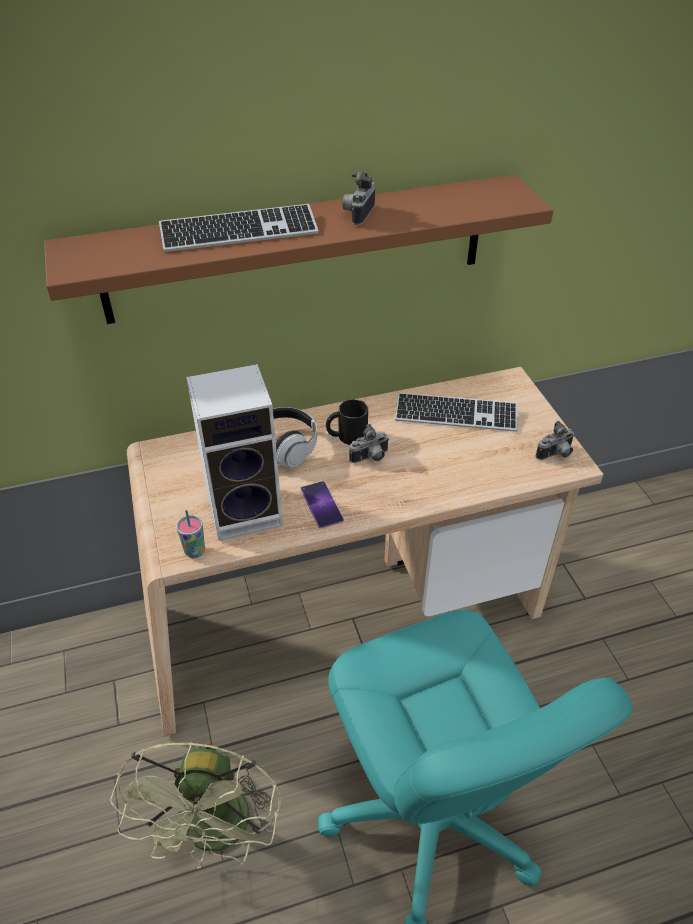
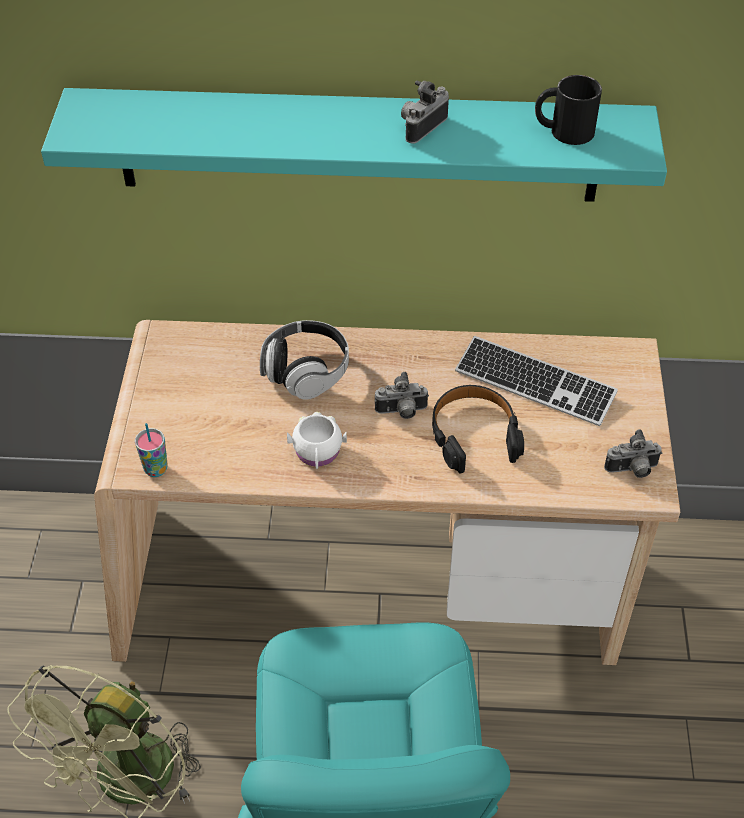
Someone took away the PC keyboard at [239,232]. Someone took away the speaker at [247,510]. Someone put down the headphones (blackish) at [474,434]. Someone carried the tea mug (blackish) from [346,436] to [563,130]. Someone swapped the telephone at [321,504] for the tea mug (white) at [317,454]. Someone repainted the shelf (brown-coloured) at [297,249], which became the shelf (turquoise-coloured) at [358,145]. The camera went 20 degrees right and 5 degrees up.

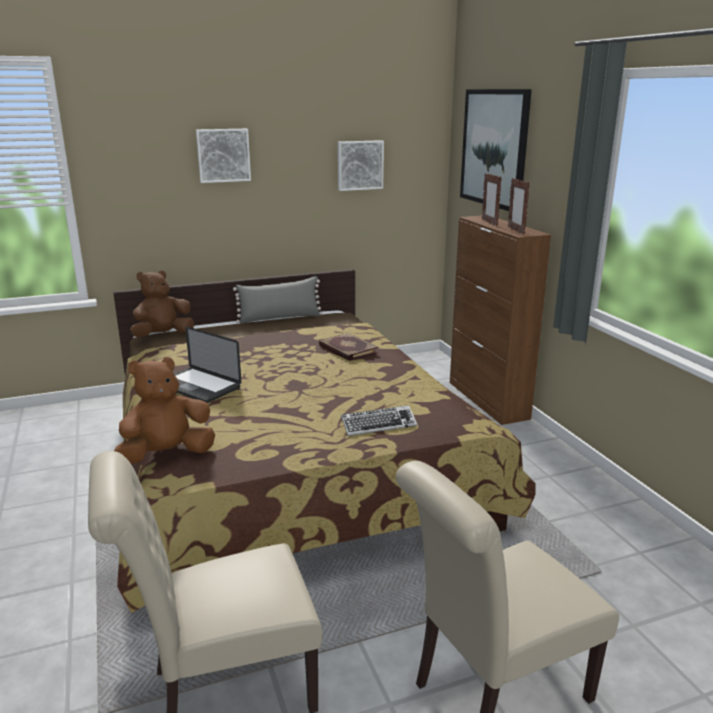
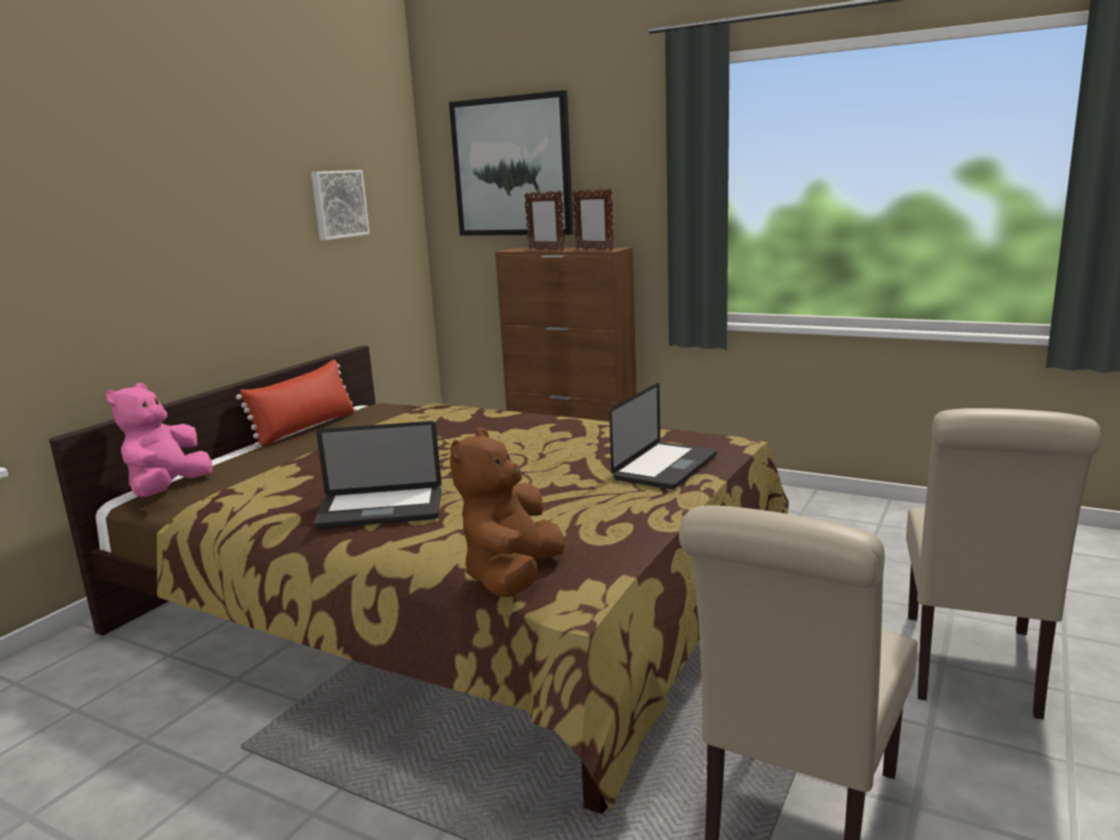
Someone took away the picture at [223,155]. Someone took away the volume at [347,349]. Someone swapped the PC keyboard at [378,425] for the portable computer at [665,467]. Someone repainted the plush toy (brown-coloured) at [163,335], which became the plush toy (pink) at [168,490]. Someone repainted the pillow (gray) at [280,318], which became the pillow (red-coloured) at [305,428]. The camera went 40 degrees left and 5 degrees down.

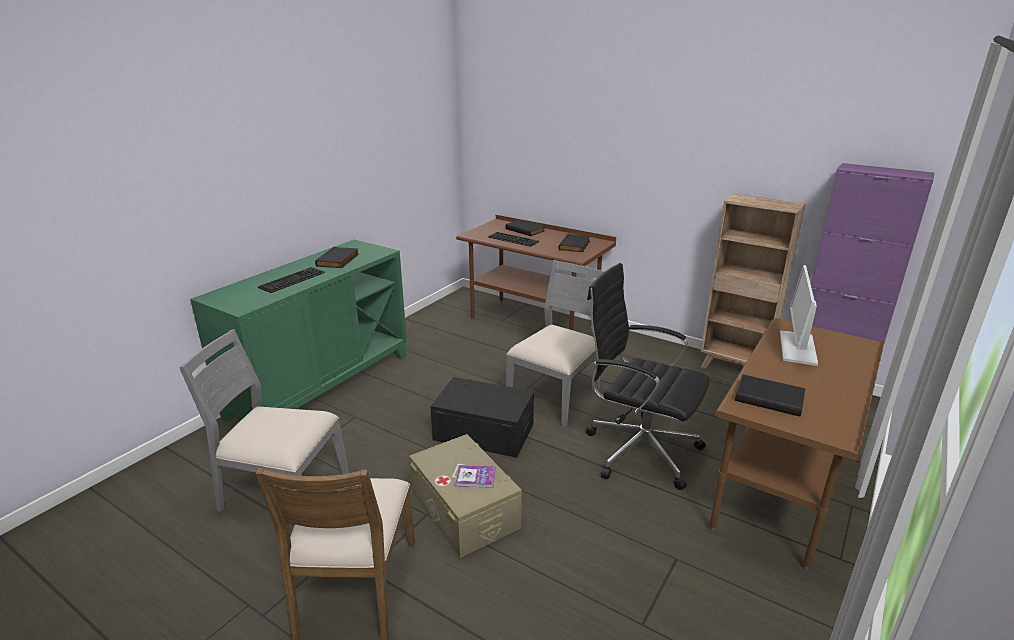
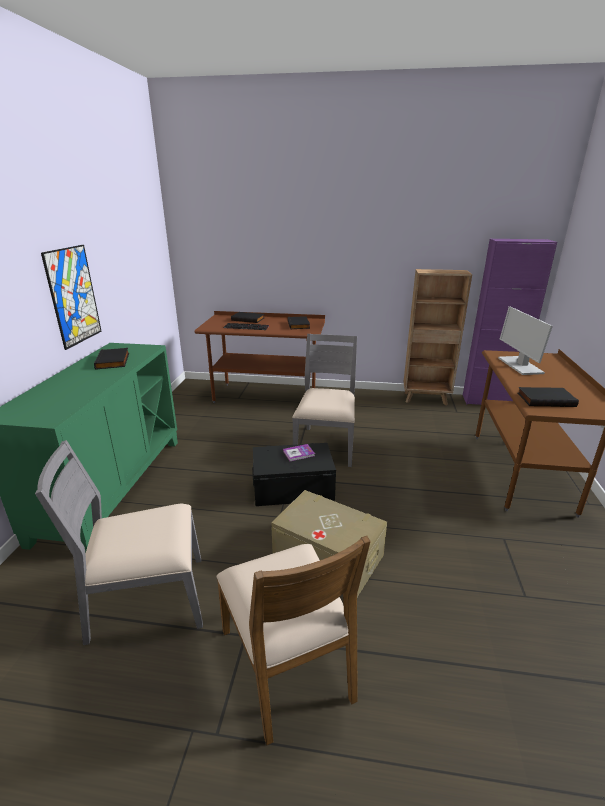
Someone took away the PC keyboard at [292,279]. Someone took away the desk chair (blackish) at [638,450]. Someone put up the picture at [73,296]. Someone carried the volume from [475,477] to [298,453]. The camera went 25 degrees left and 0 degrees up.

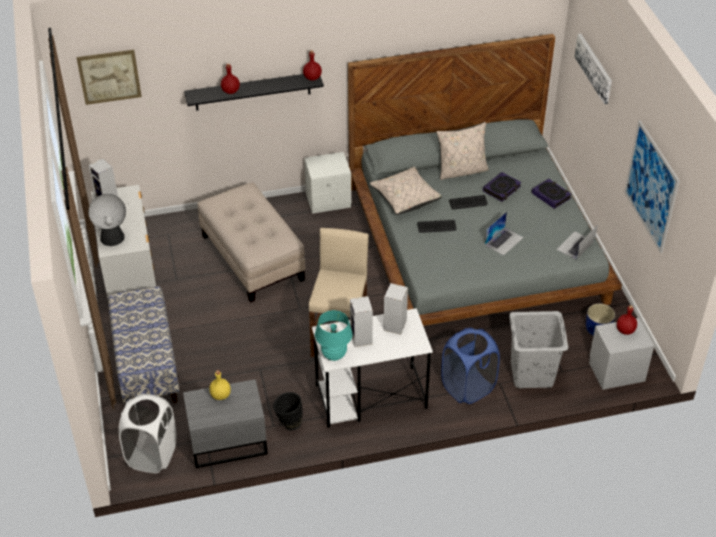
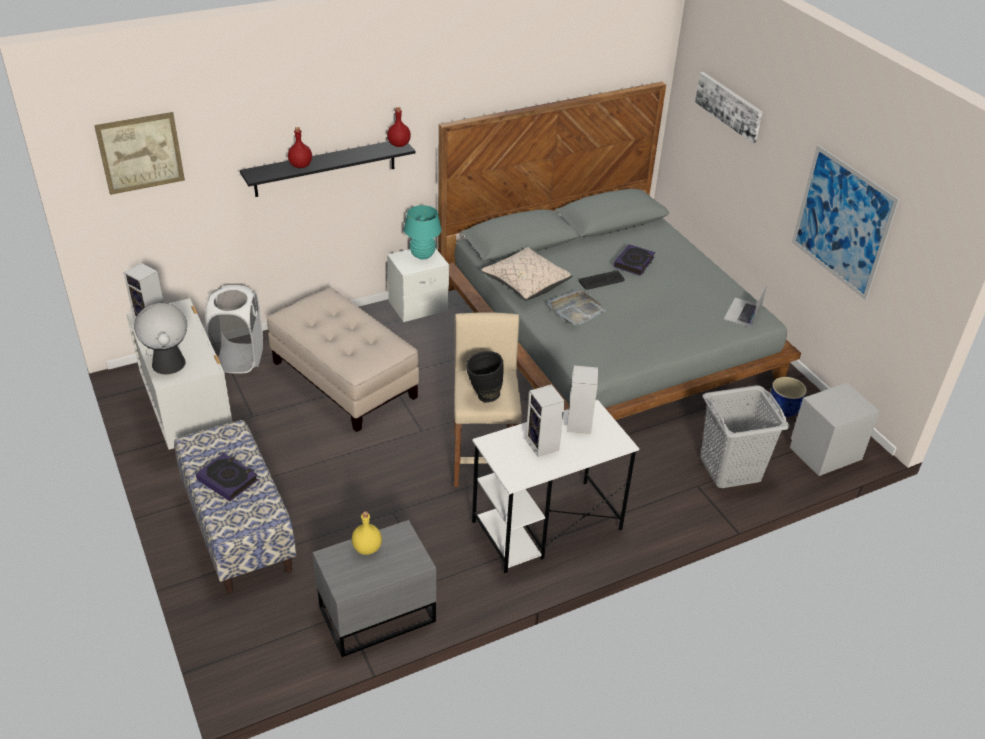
Someone took away the pillow (beige-coloured) at [461,171]. Someone took away the hamper (blue-coloured) at [468,387]. Someone took away the portable computer at [504,241]. Someone took away the bottle (red-coloured) at [625,330]. Someone carried the hamper (white) from [152,454] to [239,358]. Someone carried the flower vase (blackish) from [288,424] to [483,396]. Someone carried the lamp for a table (turquoise-coloured) from [334,355] to [422,255]. Someone carried the volume from [551,195] to [227,480]. Someone swapped the PC keyboard at [436,227] for the serving tray (gray) at [576,310]. The camera went 15 degrees left and 5 degrees down.

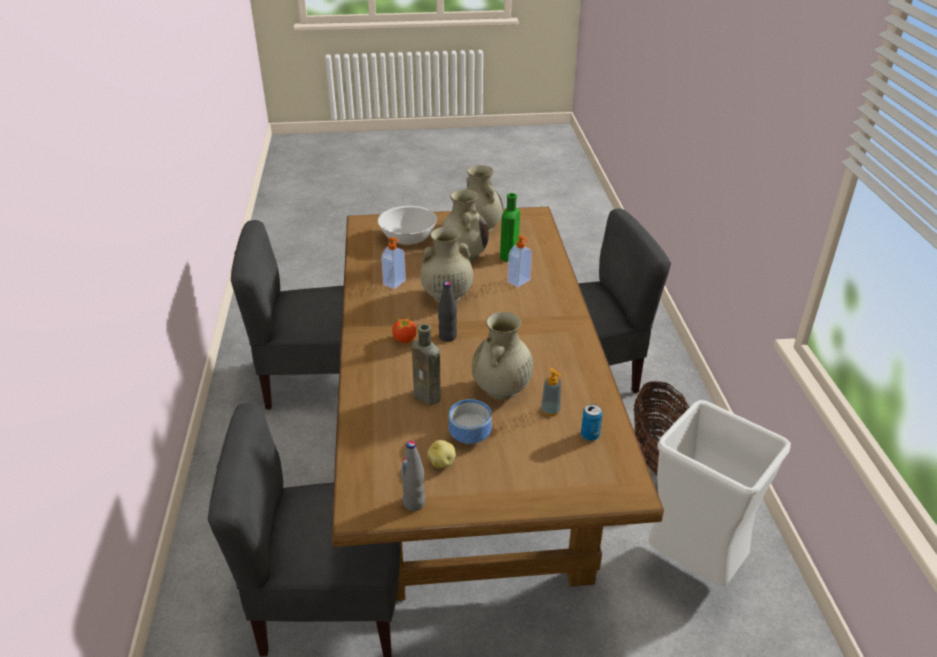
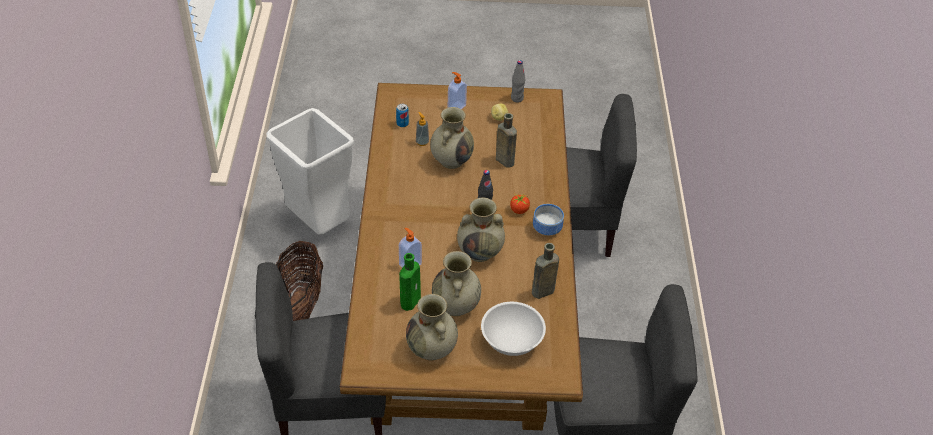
Someone put down the bottle (brown-coloured) at [541,292]. Someone carried the soap dispenser from [395,283] to [456,107]. Someone carried the bowl from [468,434] to [548,229]. The camera went 175 degrees left and 10 degrees up.

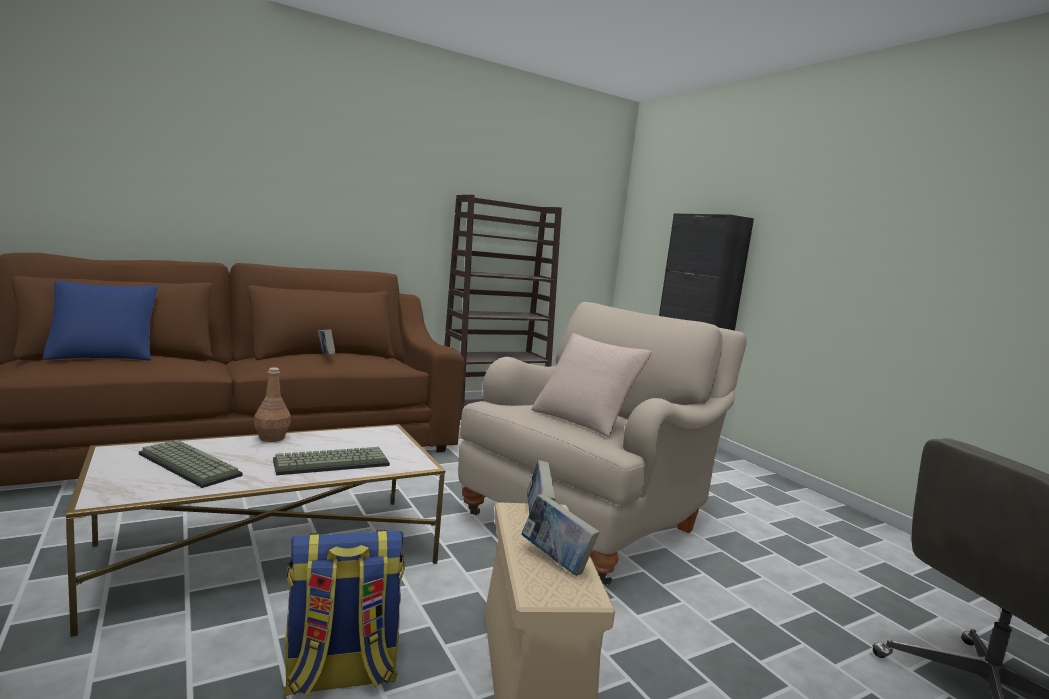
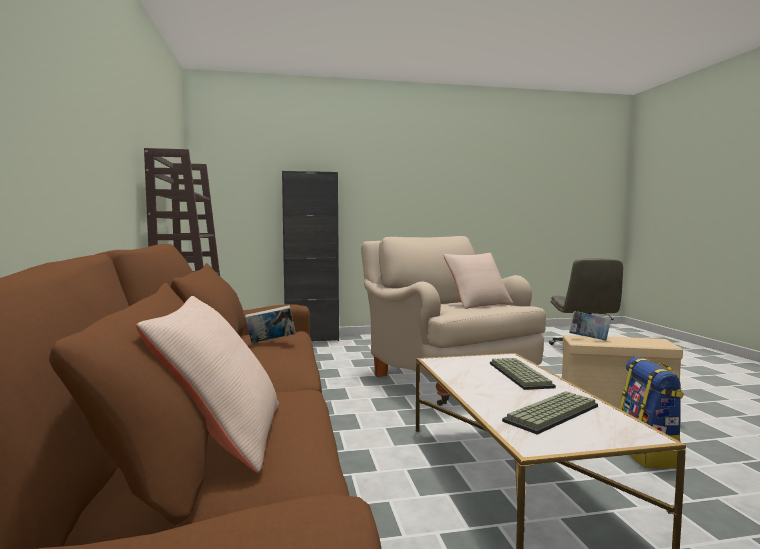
Someone took away the bottle (brown-coloured) at [271,438]. Someone took away the volume at [555,561]. Someone repainted the pillow (blue-coloured) at [104,355], which became the pillow (beige-coloured) at [222,436]. The camera went 70 degrees left and 5 degrees down.

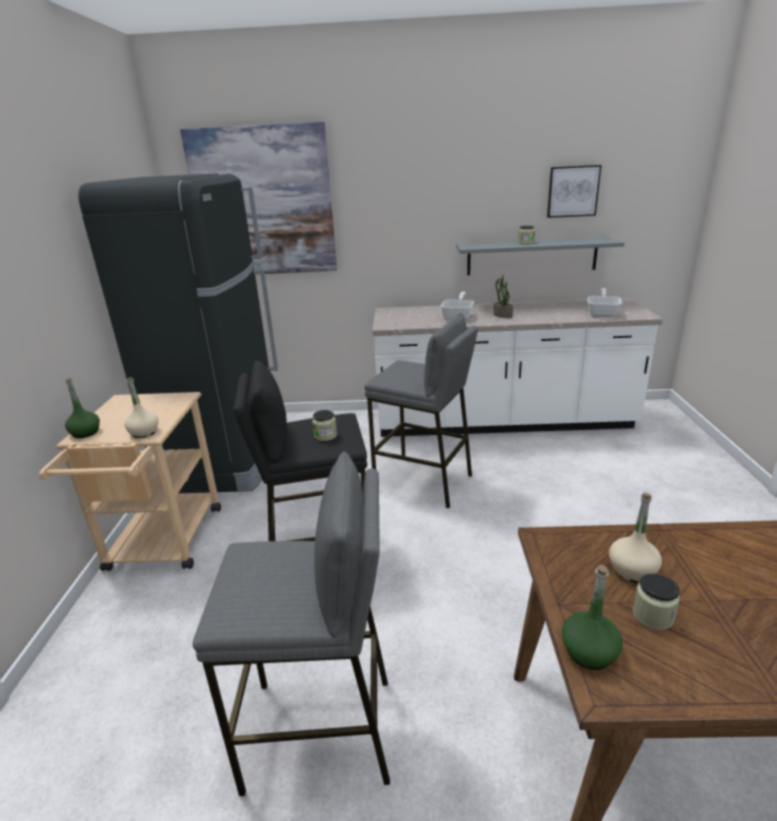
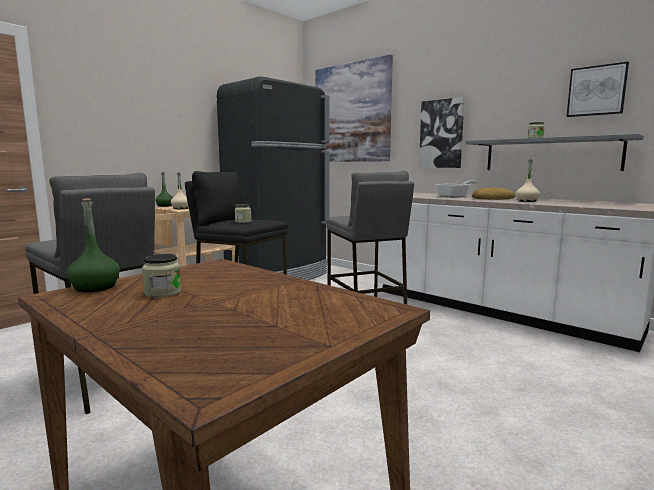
Someone took away the pan at [603,313]. Someone put up the picture at [441,134]. Someone carried the bottle (beige-coloured) from [632,570] to [527,201]. Someone swapped the plant in a pot at [502,315] for the bread at [492,199]. The camera went 40 degrees right and 15 degrees down.

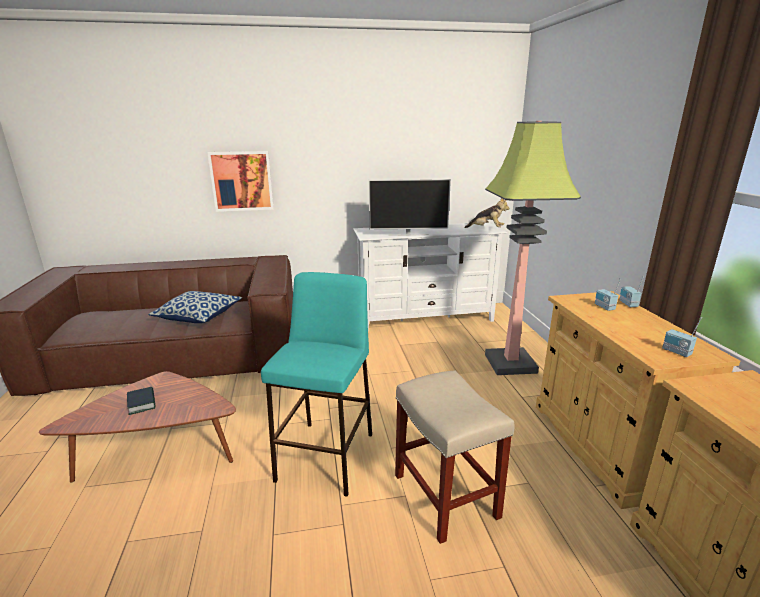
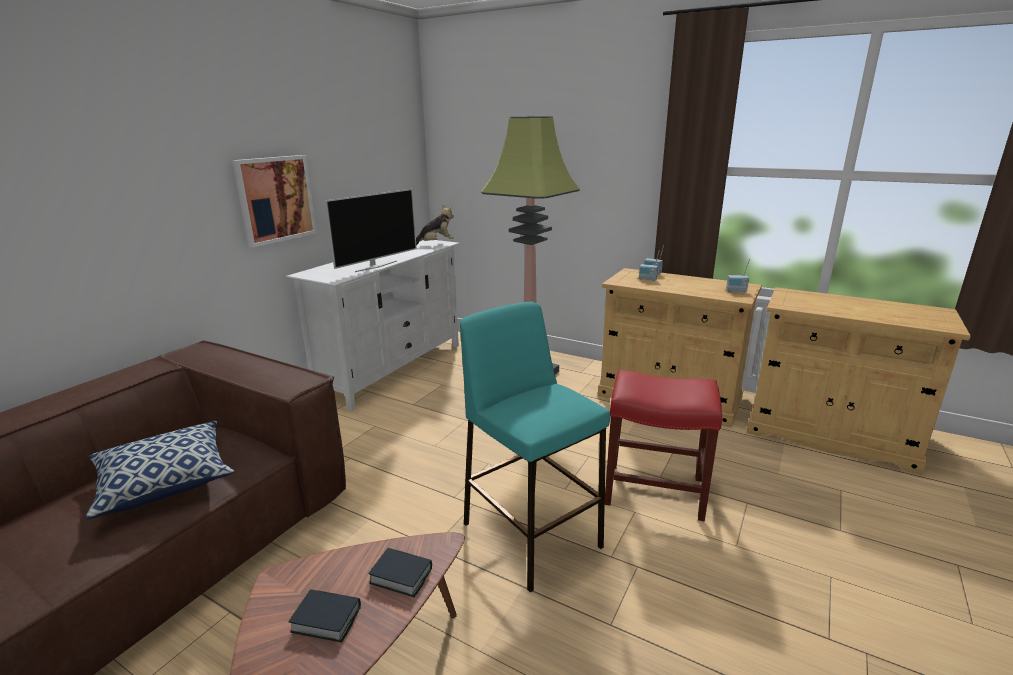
Someone put down the volume at [401,576]. Someone carried the picture from [242,181] to [275,199]. Someone repainted the stool seat (beige-coloured) at [446,496], which became the stool seat (red-coloured) at [656,491]. The camera went 50 degrees left and 0 degrees up.

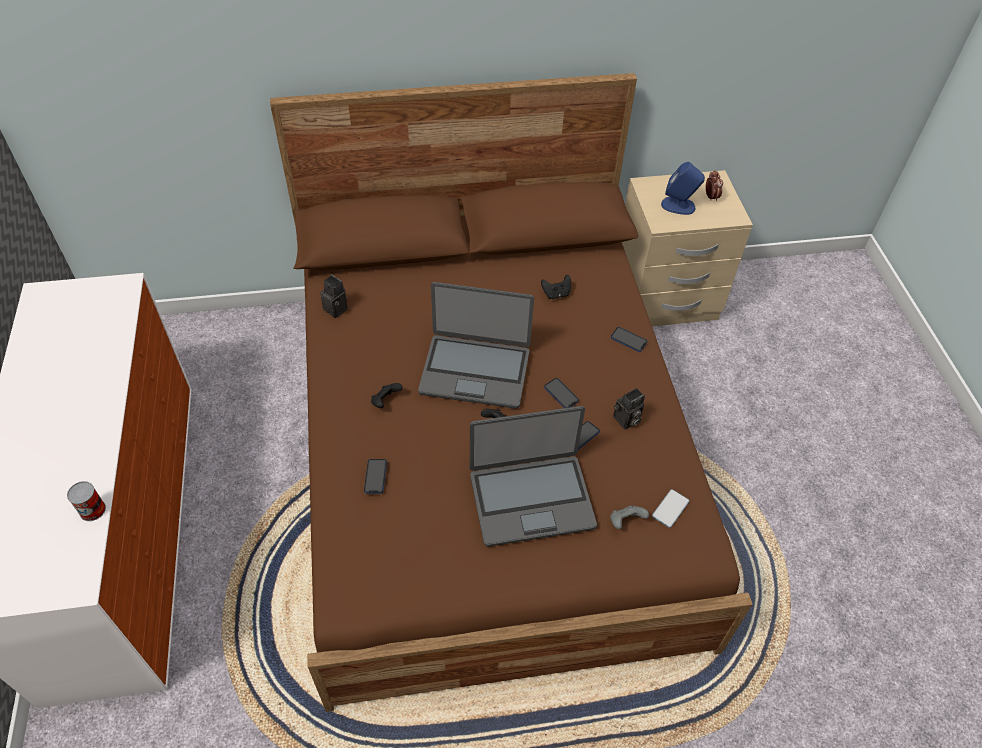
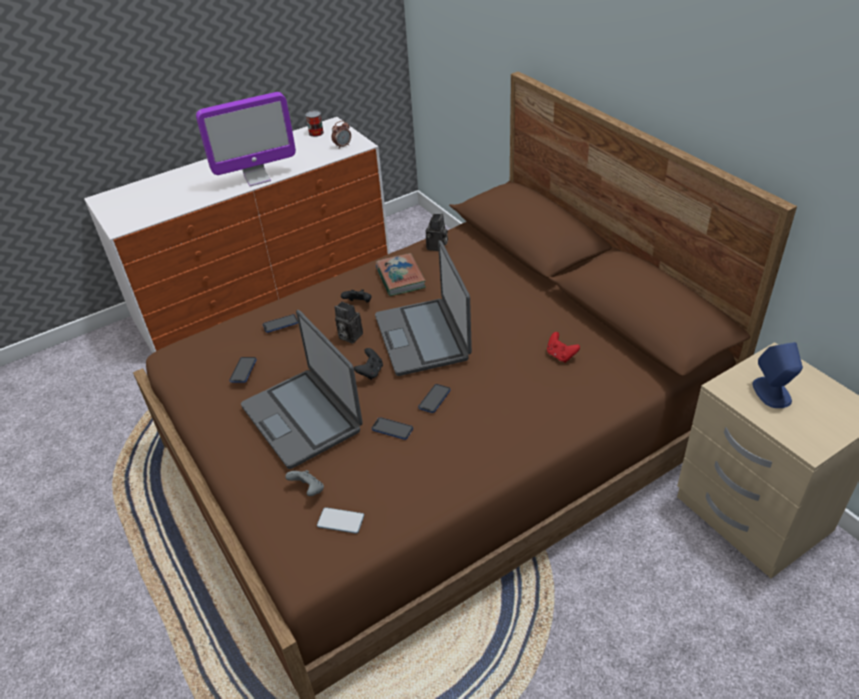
Someone put down the computer display at [257,178]. Someone put down the volume at [400,278]. Someone carried the sealed can from [92,510] to [316,133]. Someone carried the telephone from [628,340] to [243,370]. Someone carried the still camera from [626,420] to [348,336]. Someone carried the alarm clock from [711,197] to [343,146]. Someone repainted the gamepad (blackish) at [556,294], which became the gamepad (red-coloured) at [560,355]. The camera went 70 degrees right and 10 degrees down.

